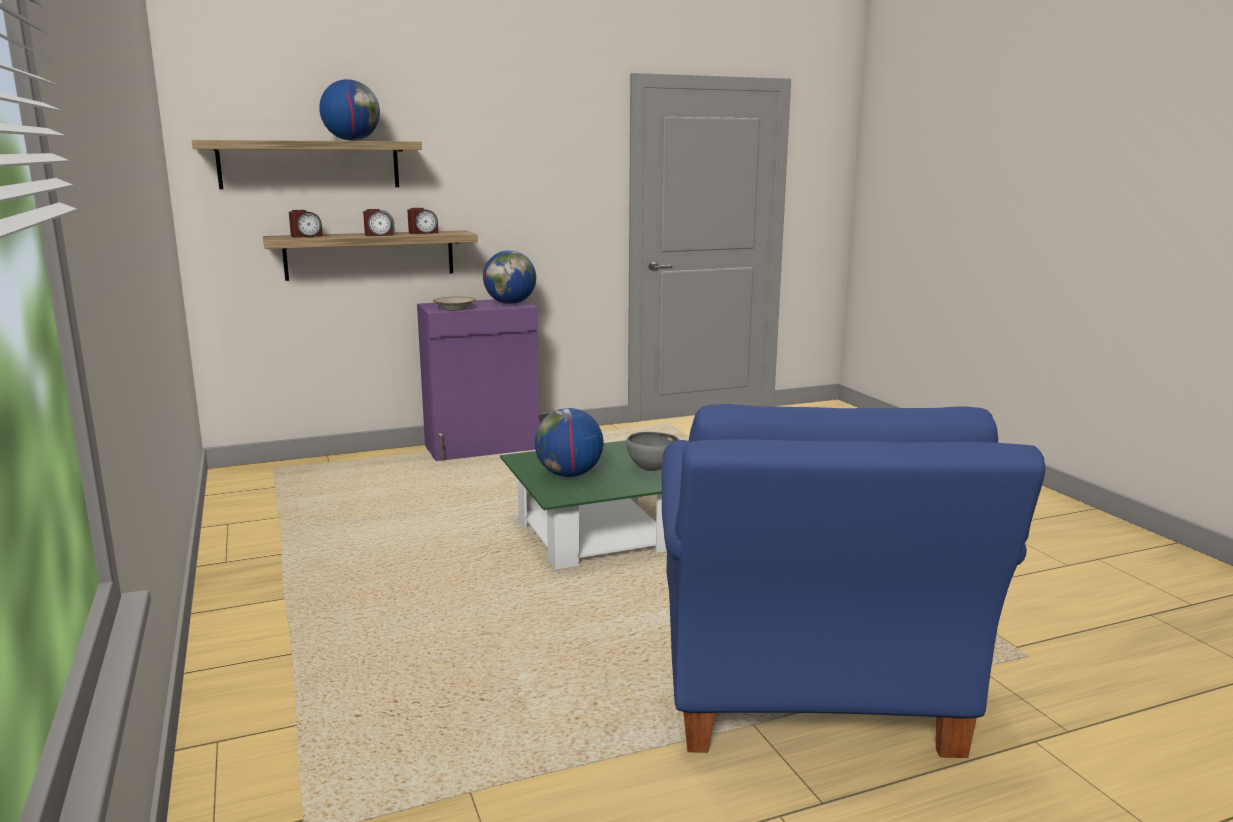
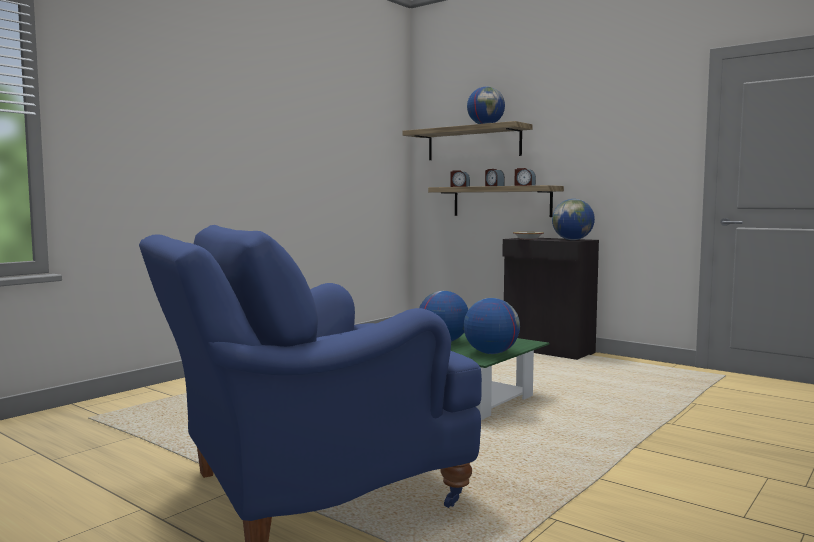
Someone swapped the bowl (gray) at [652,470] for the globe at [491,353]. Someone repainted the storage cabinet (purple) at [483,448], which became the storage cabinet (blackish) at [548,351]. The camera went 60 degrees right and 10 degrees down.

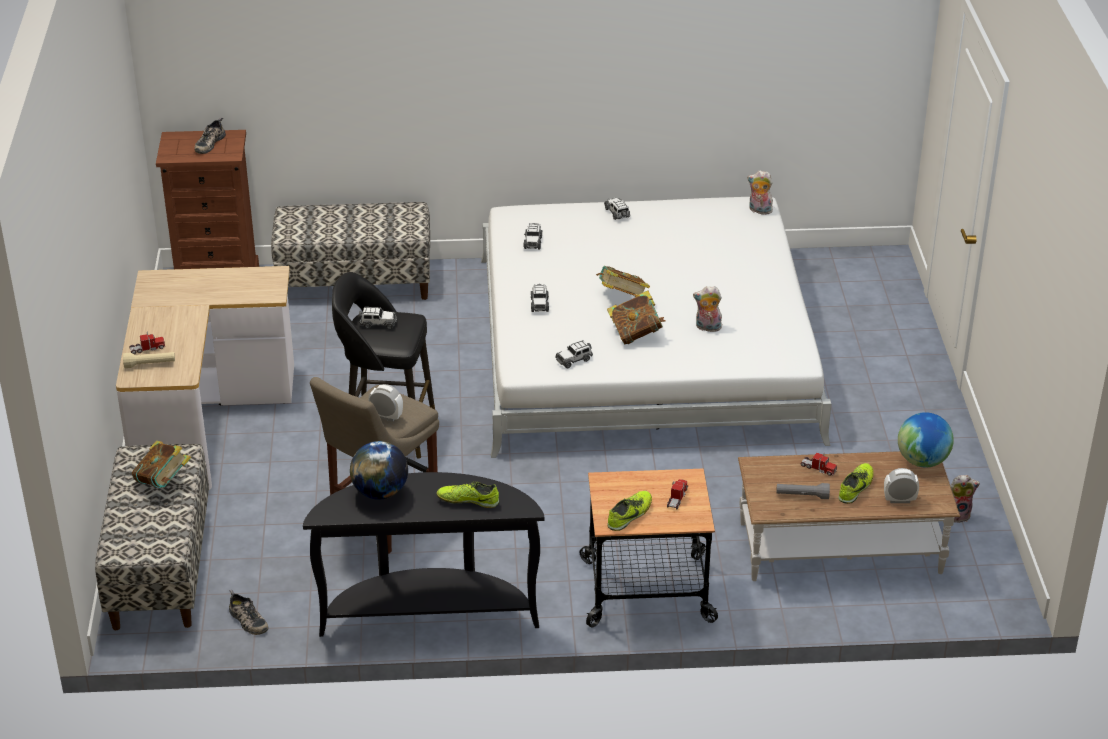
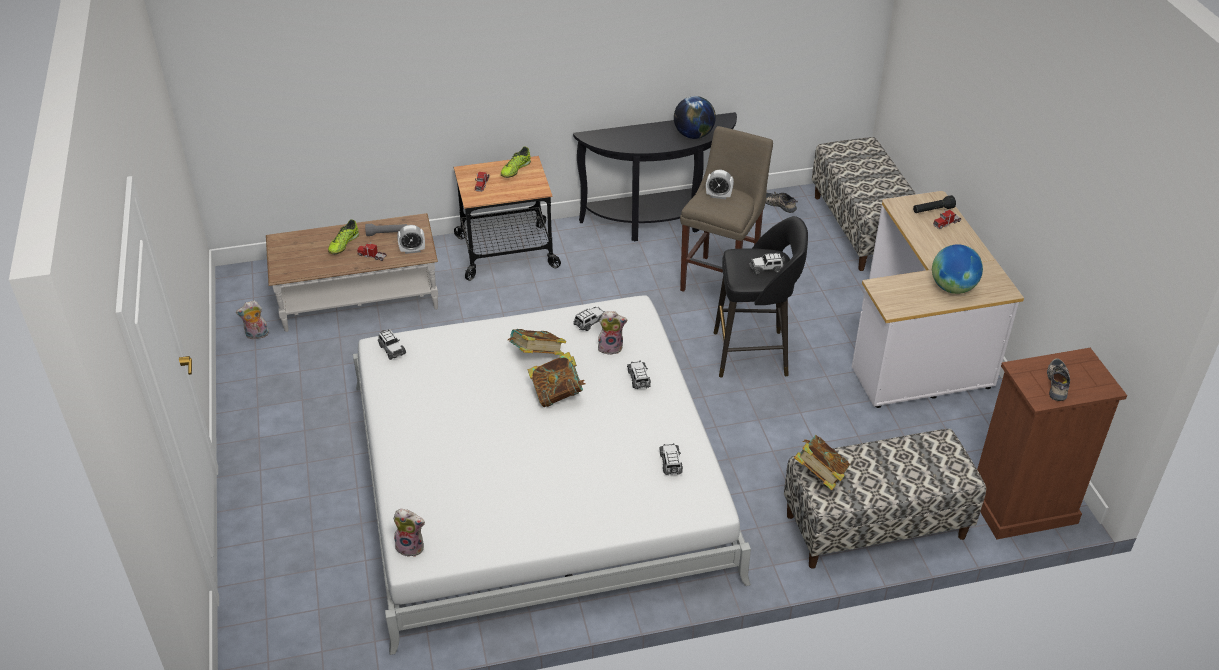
Someone took away the low shoe at [468,500]. Someone carried the volume from [163,482] to [820,475]. Someone carried the model car from [617,213] to [391,349]. Someone carried the plush toy from [707,328] to [611,347]. Someone carried the alarm clock from [899,500] to [412,250]. Someone carried the globe from [922,461] to [952,288]. Someone repainted the flashlight (beige-coloured) at [150,364], which became the flashlight (blackish) at [932,210]. The camera went 170 degrees right and 5 degrees up.

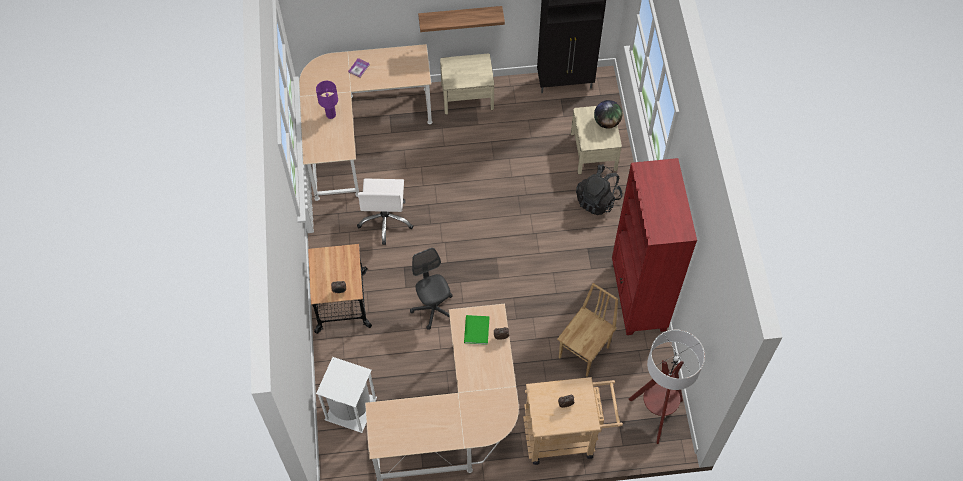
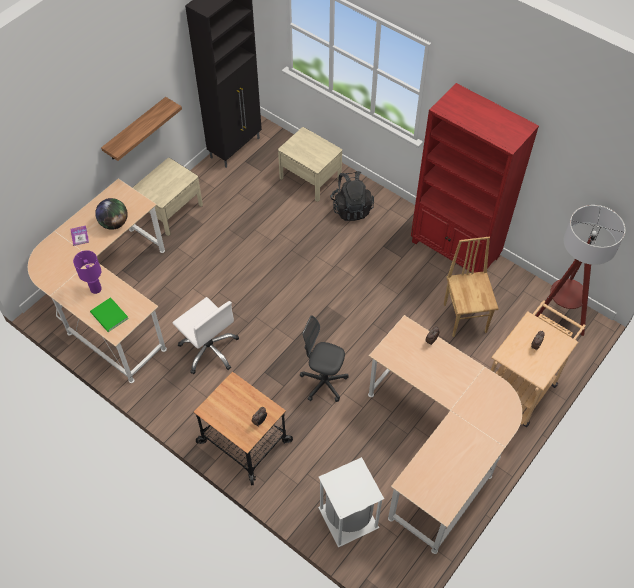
Someone carried the volume (greenish) from [475,331] to [109,316]. Someone carried the globe from [607,122] to [114,223]. The camera went 45 degrees left and 5 degrees down.

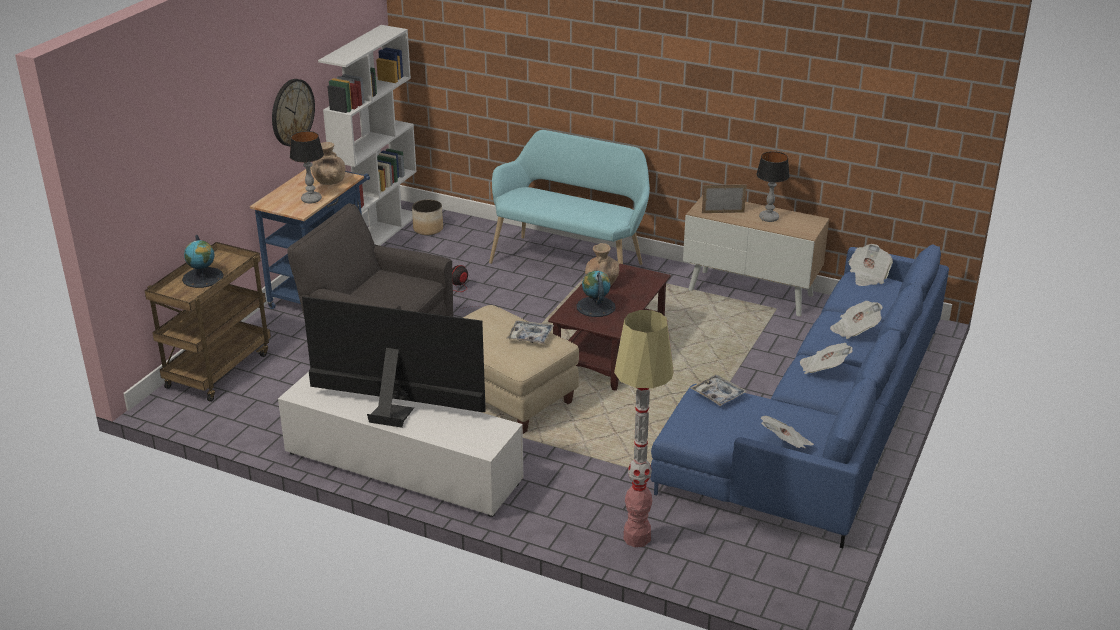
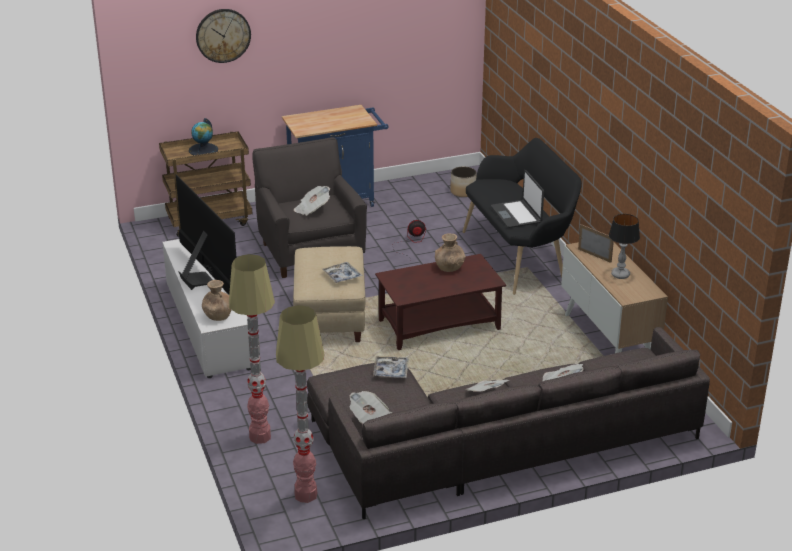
Someone took away the lamp for a table at [311,199]. Someone took away the shelving unit (white) at [379,233]. Someone took away the globe at [595,306]. Someone put down the standard lamp at [306,495]. Someone put down the portable computer at [517,215]. Someone carried the wall clock from [292,112] to [223,35]. Someone carried the flower vase (brown-coloured) from [329,181] to [217,316]. Someone carried the newspaper from [868,276] to [312,209]. Someone repainted the bench (turquoise-coloured) at [571,261], which became the bench (blackish) at [519,256]. Someone repainted the settee (blue-coloured) at [820,423], which became the settee (gray) at [492,444]. The camera went 45 degrees right and 0 degrees up.

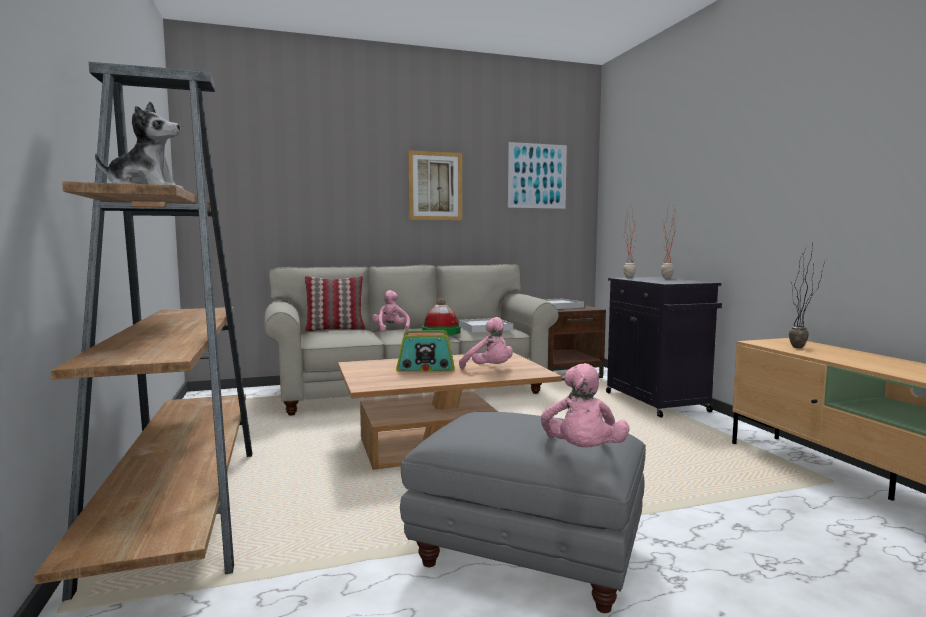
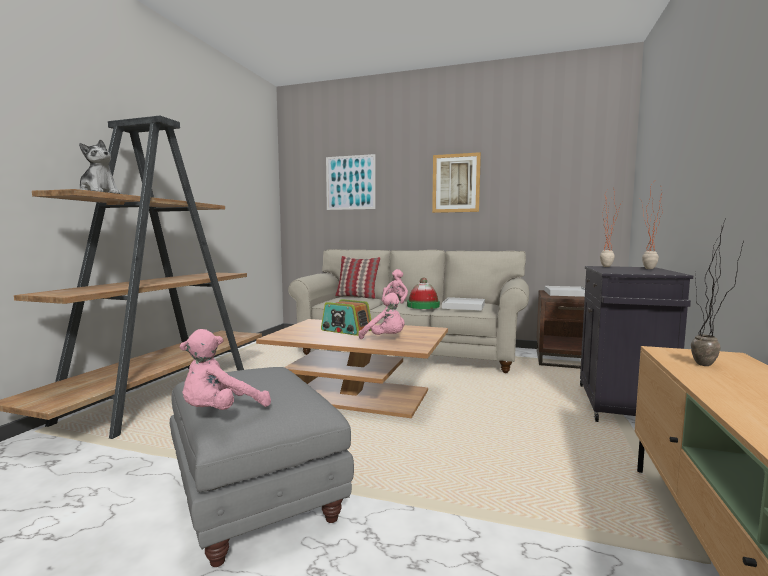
Someone carried the picture from [537,176] to [350,182]. Someone rotated the plush toy (pink) at [489,369] by 45 degrees counterclockwise. The camera went 35 degrees right and 0 degrees up.

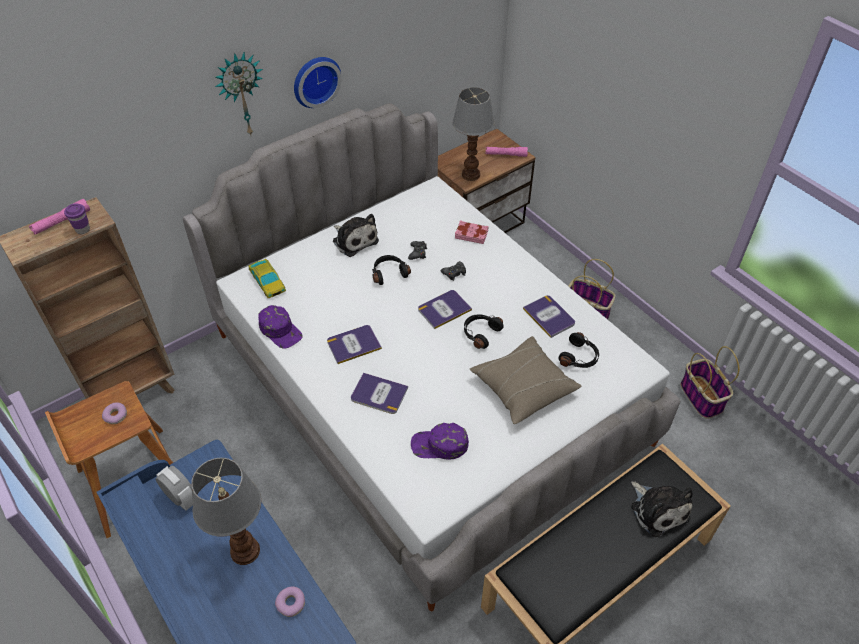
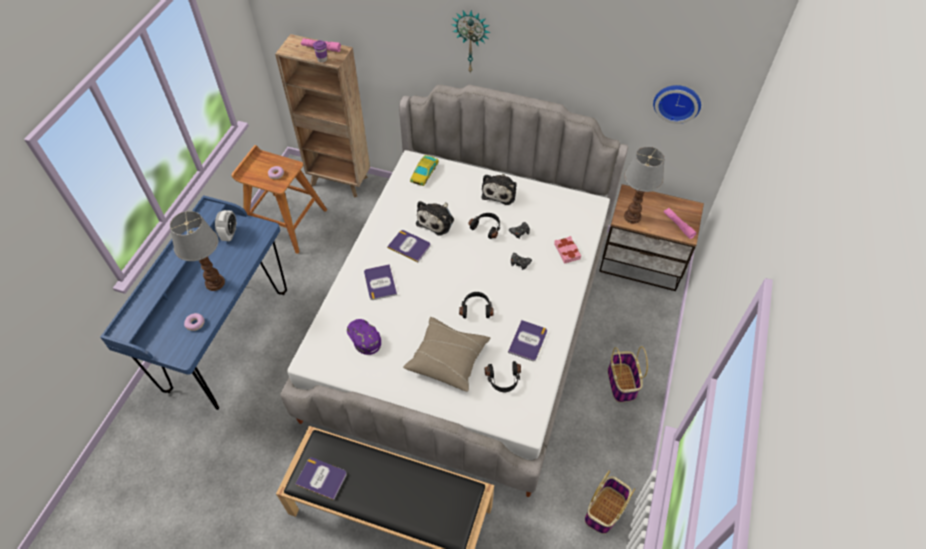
Someone took away the cap (purple) at [280,330]. Someone carried the wall clock from [315,80] to [677,101]. Someone carried the volume from [444,309] to [321,478]. Someone carried the plush toy from [658,509] to [436,220]. The camera went 55 degrees right and 5 degrees up.

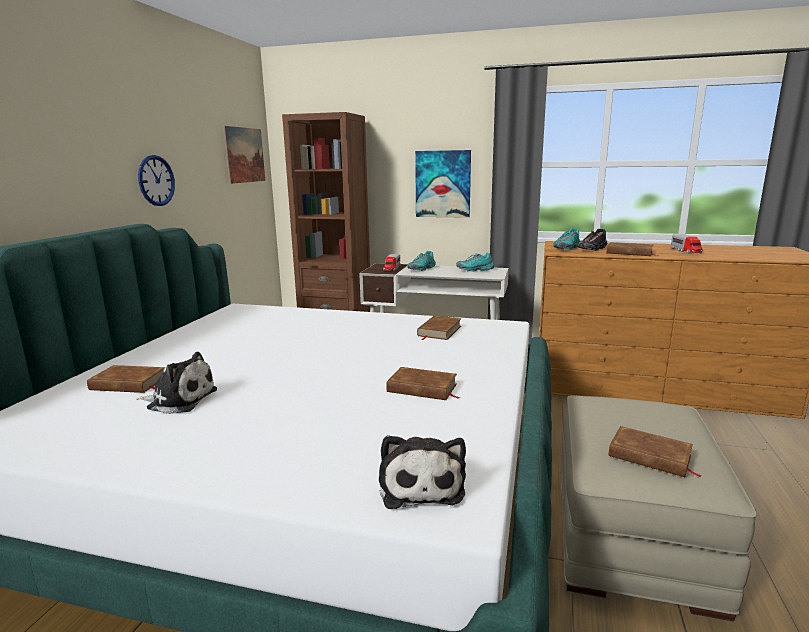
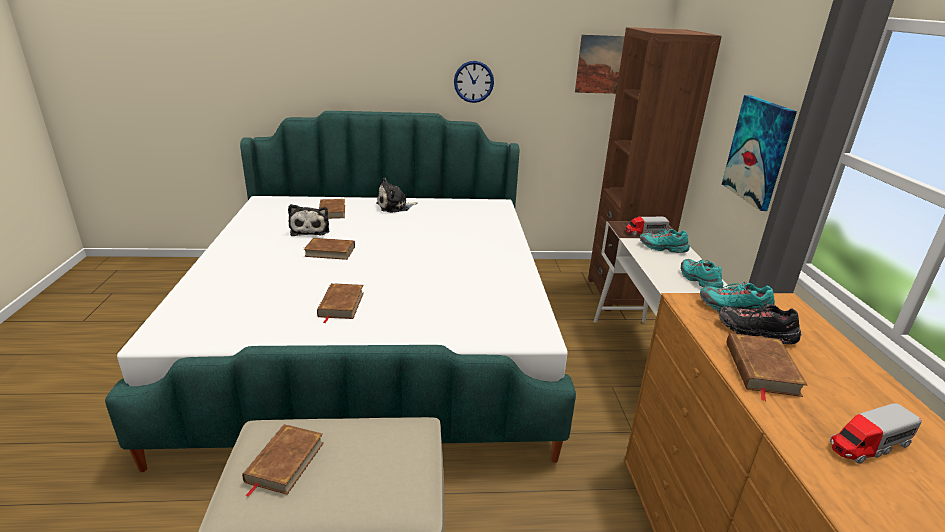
Someone carried the plush toy from [421,485] to [395,207]. Someone carried the volume (brown-coloured) from [439,331] to [330,251]. The camera went 70 degrees right and 10 degrees up.

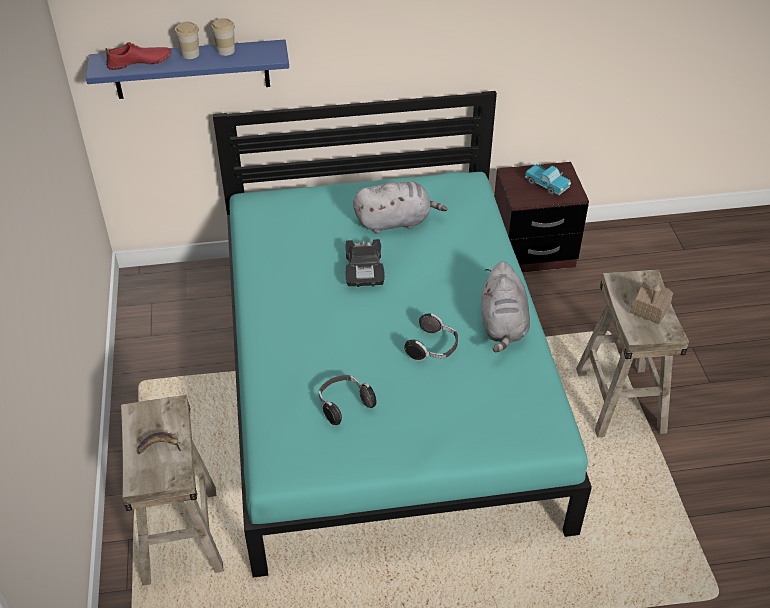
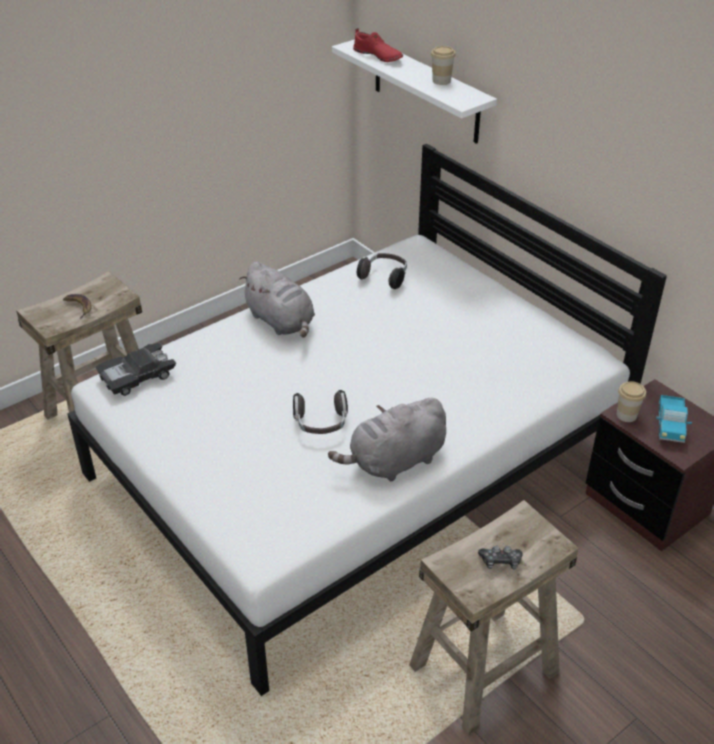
Someone carried the small cup from [190,54] to [626,415]. Someone carried the headphones from [344,405] to [384,277]. Someone carried the model car (blackish) from [364,269] to [137,376]. Someone carried the plush toy (gray) from [395,222] to [281,322]. Someone swapped the model house at [649,309] for the gamepad at [500,562]. Someone repainted the shelf (blue-coloured) at [191,69], which became the shelf (white) at [426,90]. Someone repainted the sleeping bed (turquoise-coloured) at [386,381], which became the sleeping bed (white) at [356,465]. The camera went 60 degrees right and 5 degrees down.

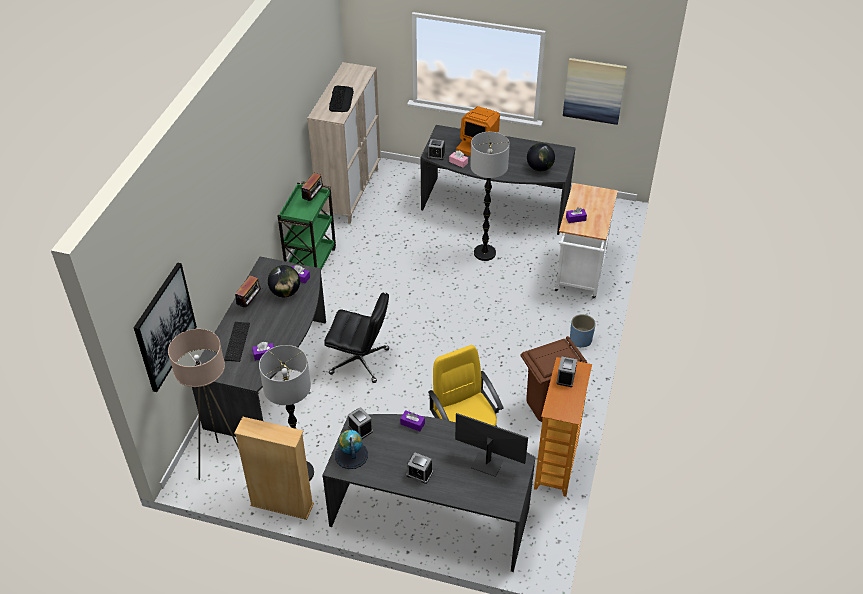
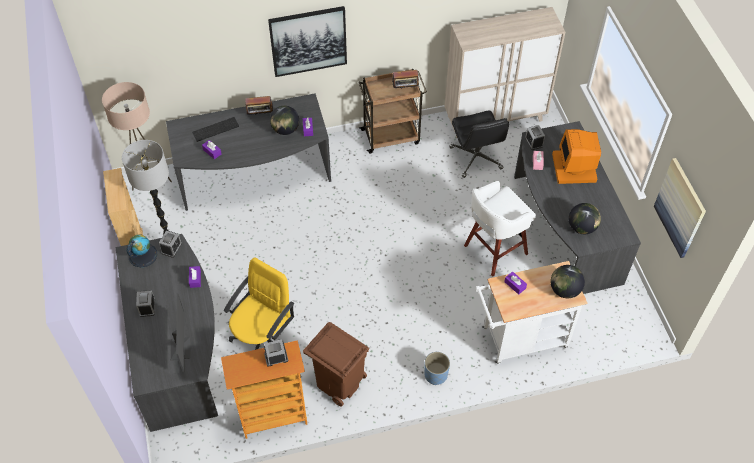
Someone took away the PC keyboard at [341,99]. Someone put down the globe at [564,290]. Someone carried the picture from [165,326] to [308,41]. Someone carried the desk chair (blackish) from [360,361] to [476,158]. Someone swapped the standard lamp at [484,253] for the stool seat (white) at [494,250]. Someone repainted the cart (greenish) at [311,261], which became the cart (brown-coloured) at [391,136]. The camera went 60 degrees right and 10 degrees up.

